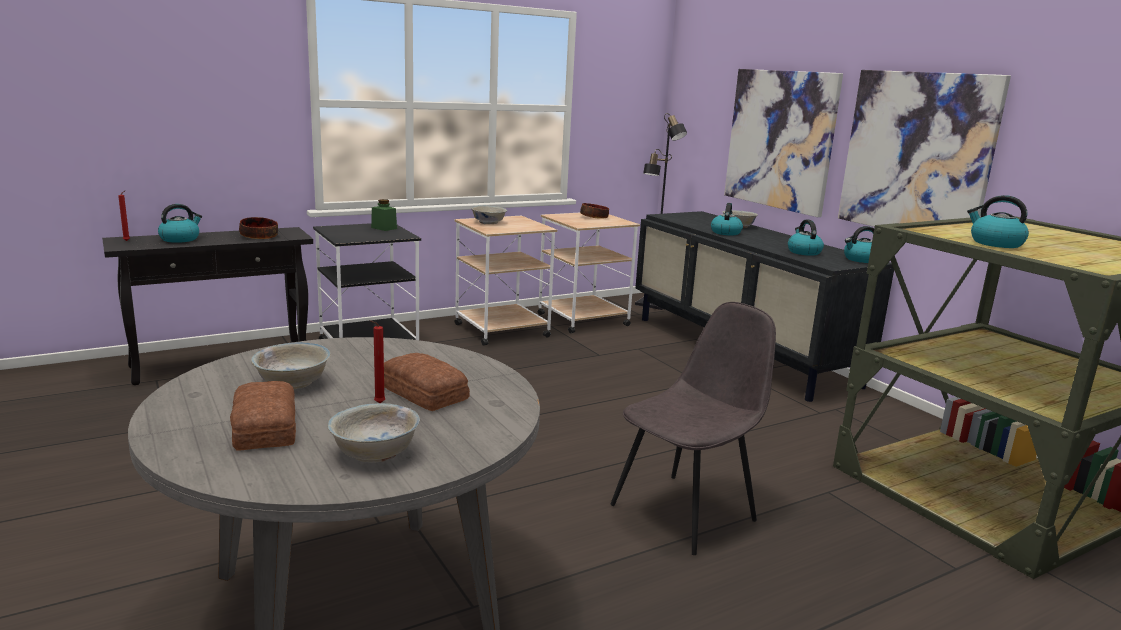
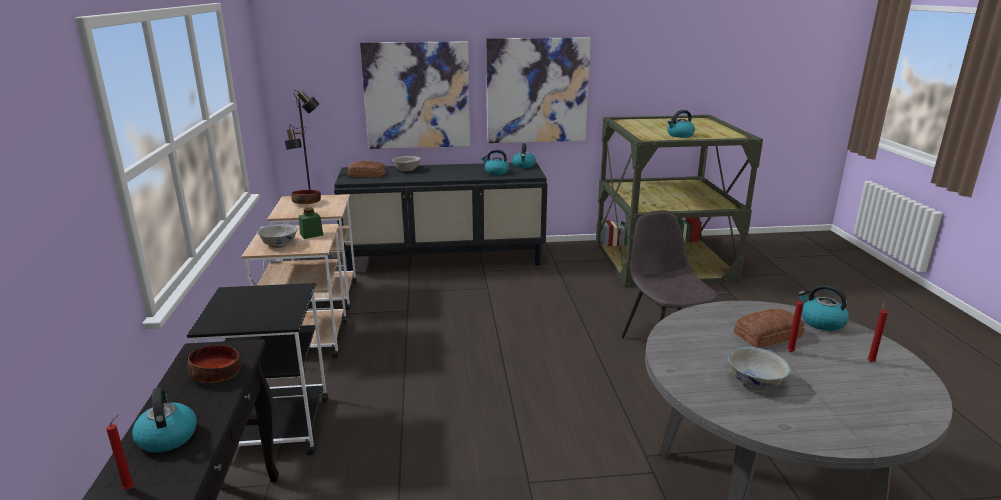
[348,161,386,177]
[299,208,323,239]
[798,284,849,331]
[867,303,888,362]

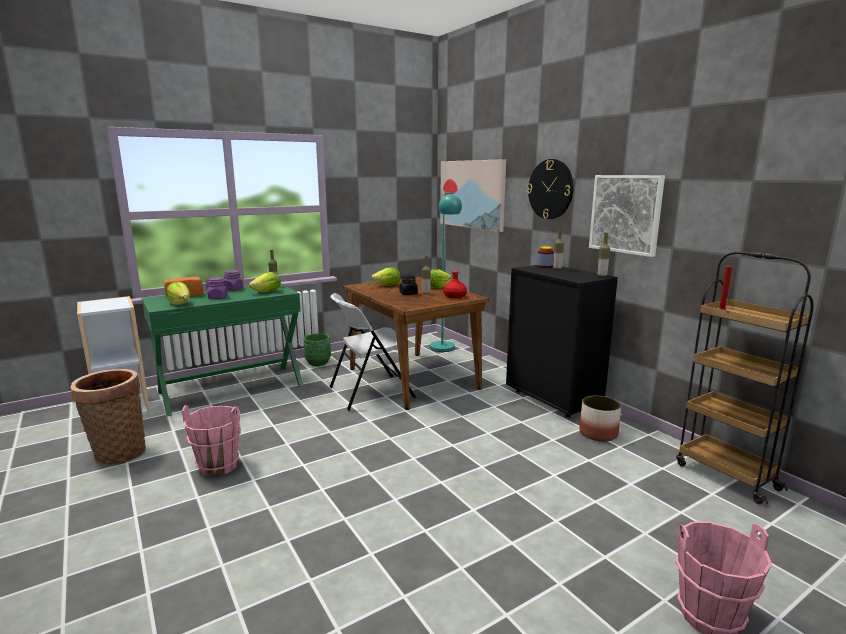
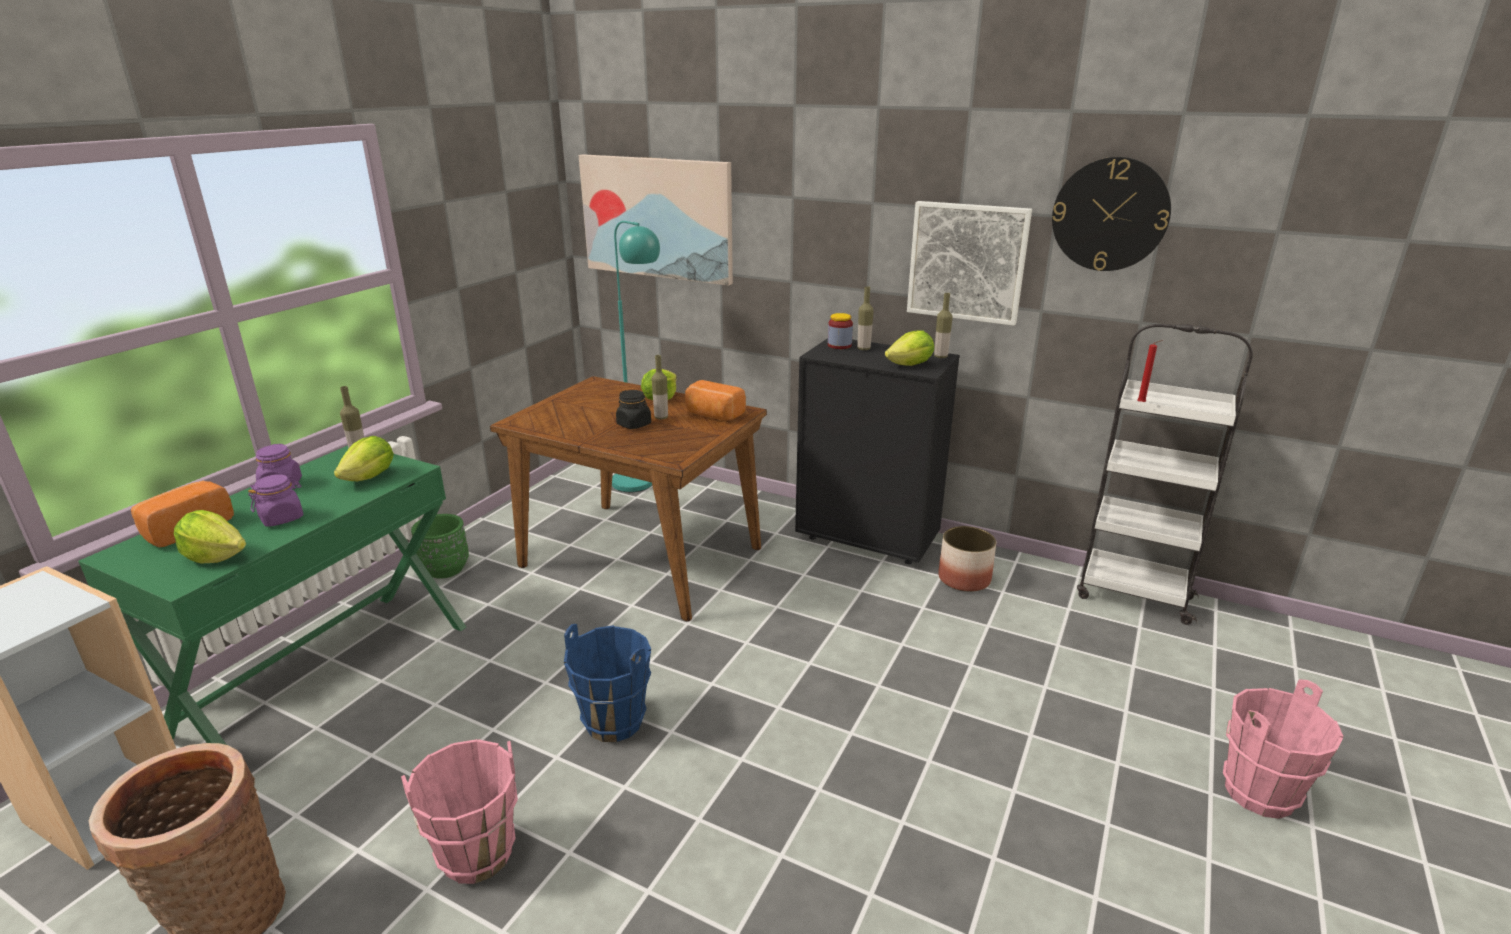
[330,293,416,411] (first image)
[564,624,651,742]
[885,330,934,366]
[1052,157,1171,271]
[685,380,746,420]
[1077,324,1253,625]

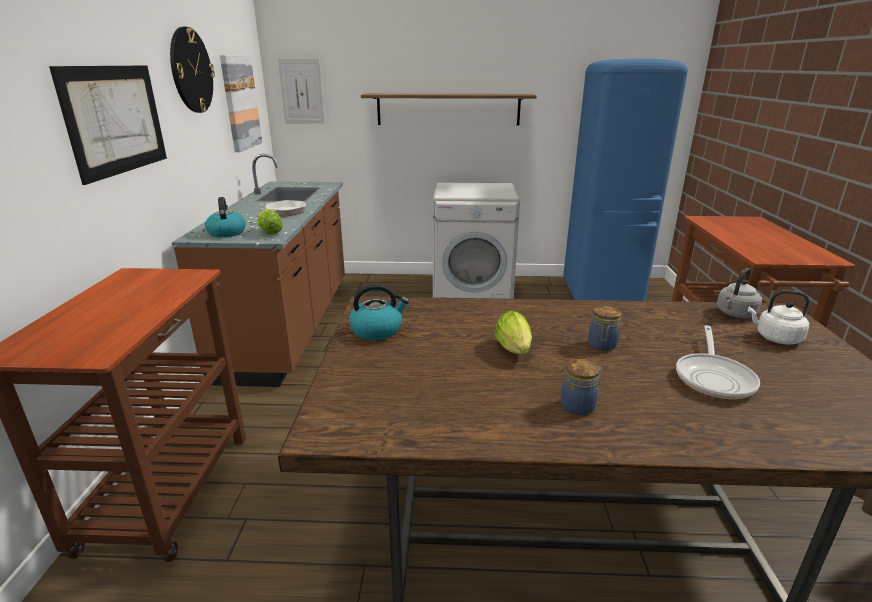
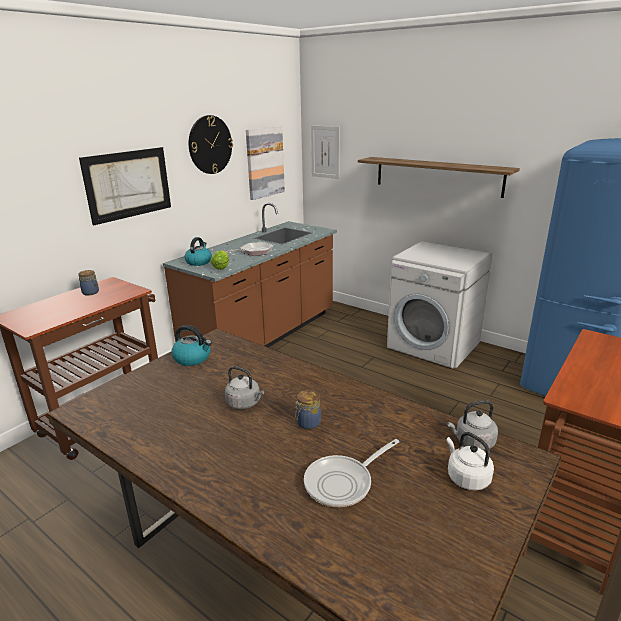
[78,270,99,295]
[225,366,264,409]

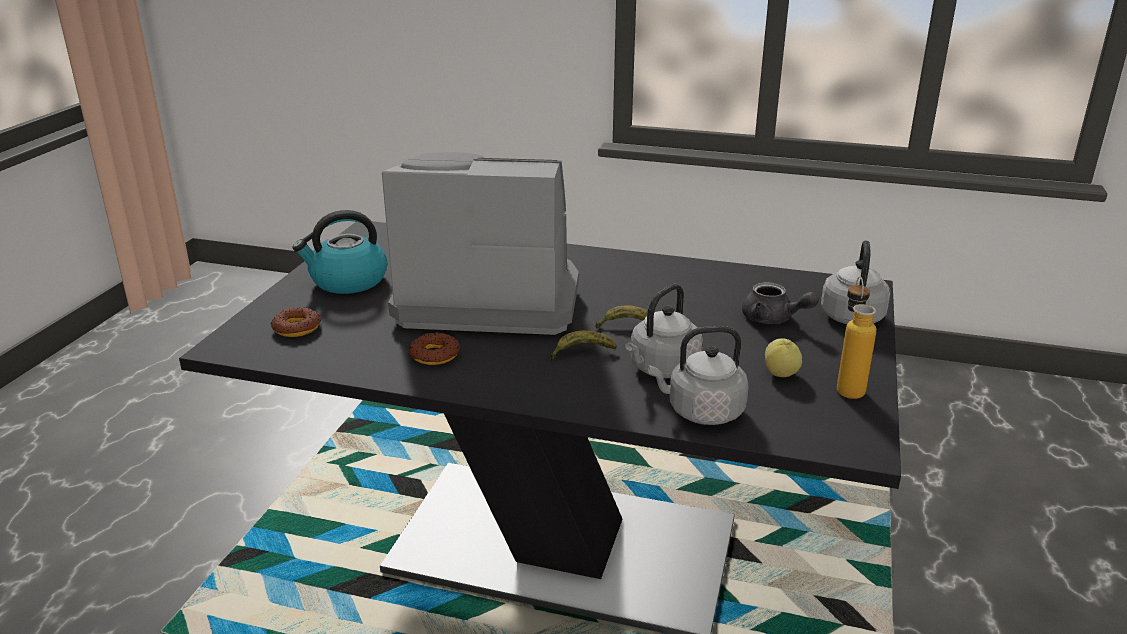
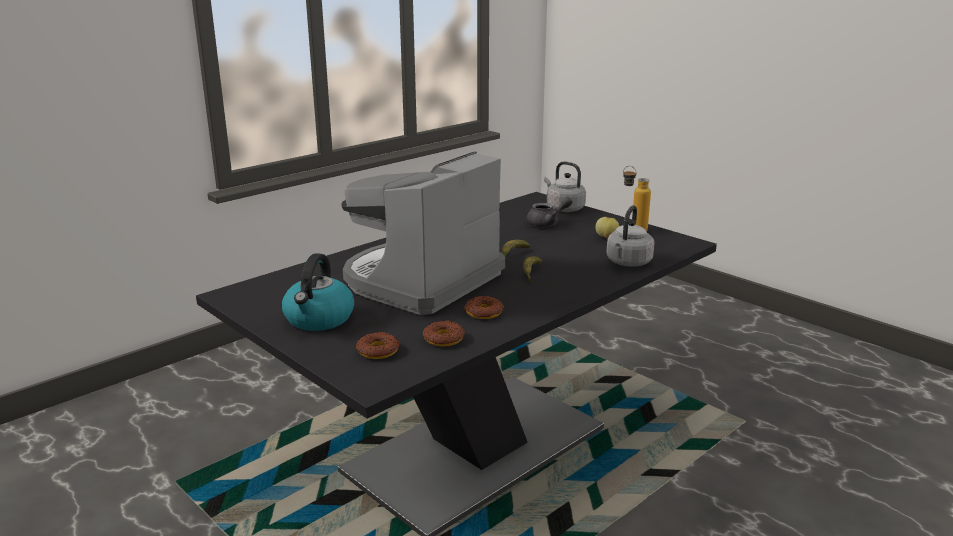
[625,284,703,378] (first image)
[422,320,465,347]

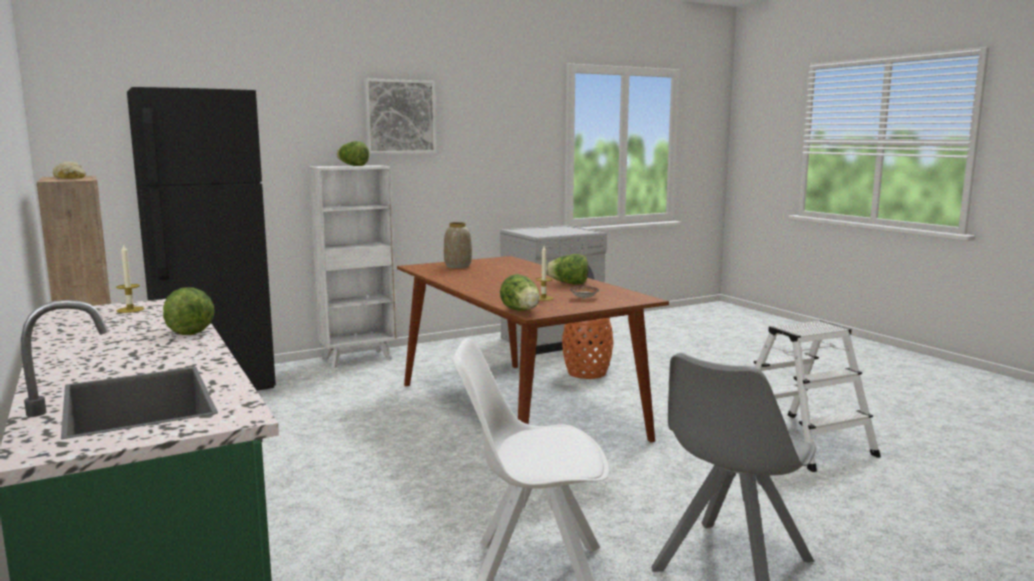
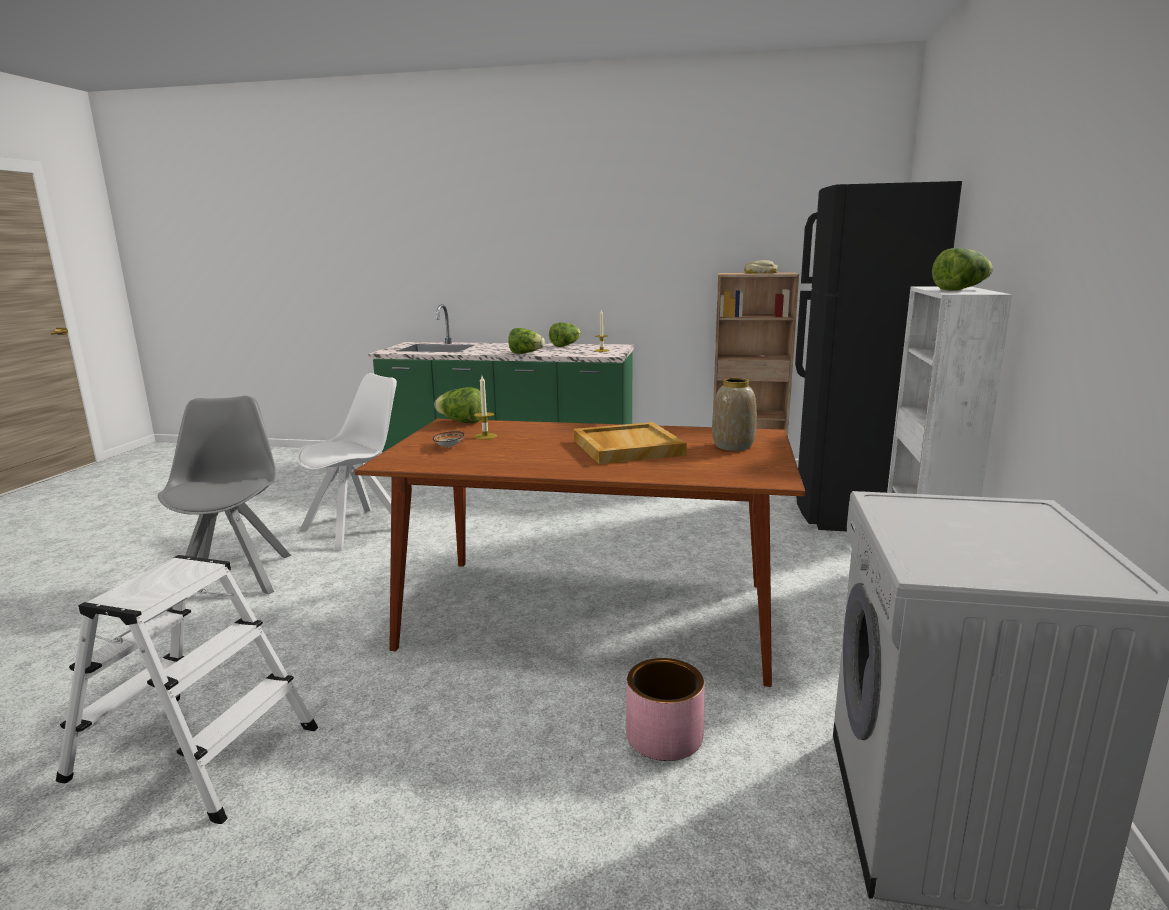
[364,78,436,154] (first image)
[574,422,687,464]
[549,322,581,347]
[626,658,705,761]

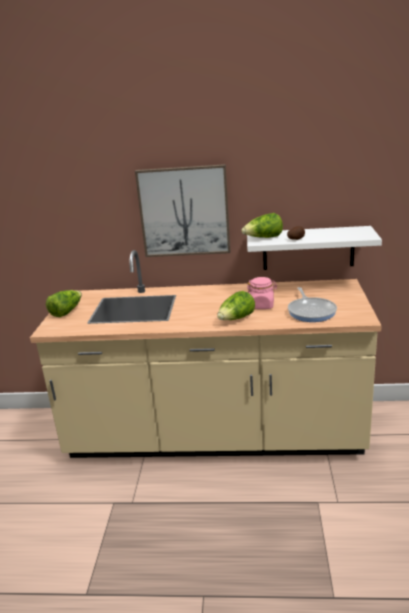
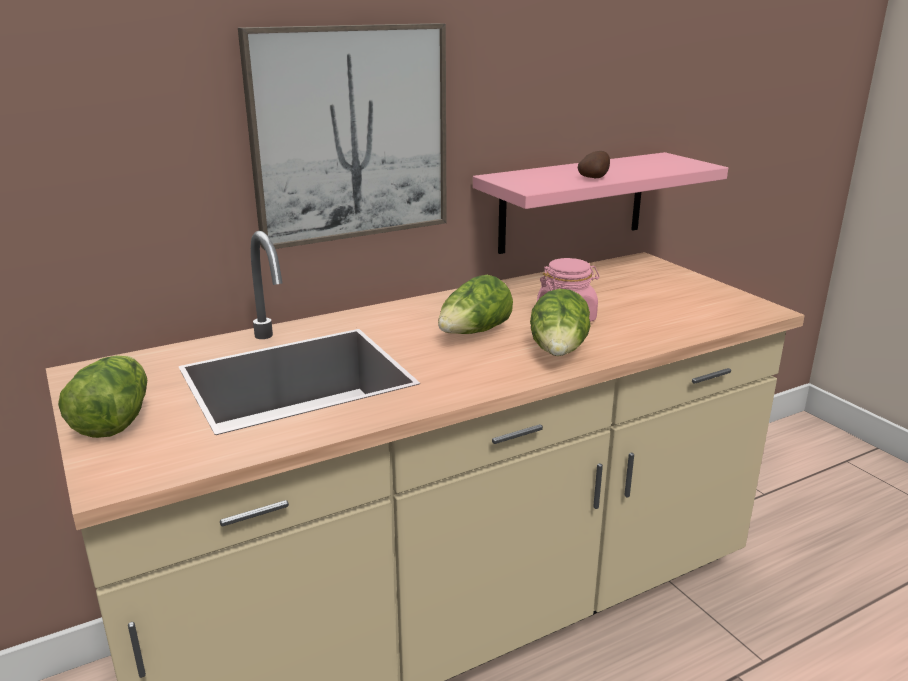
[288,287,337,322] (first image)
[438,275,513,334]
[473,152,728,254]

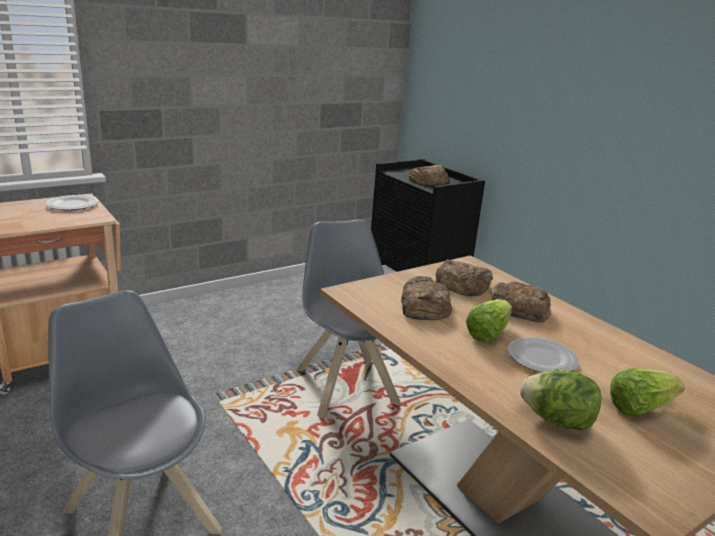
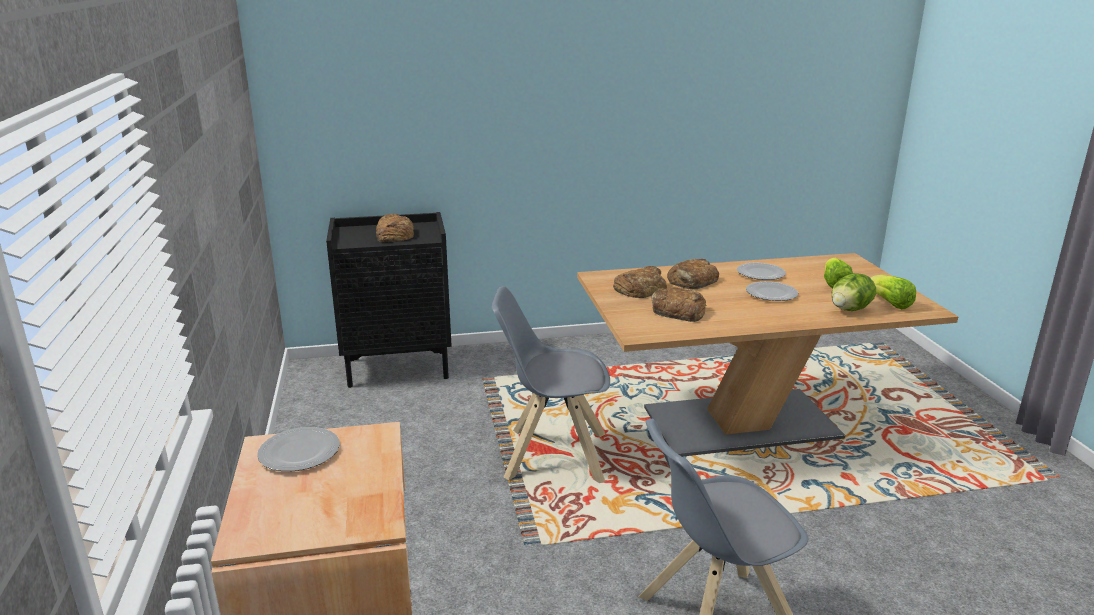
[737,263,786,280]
[871,275,916,309]

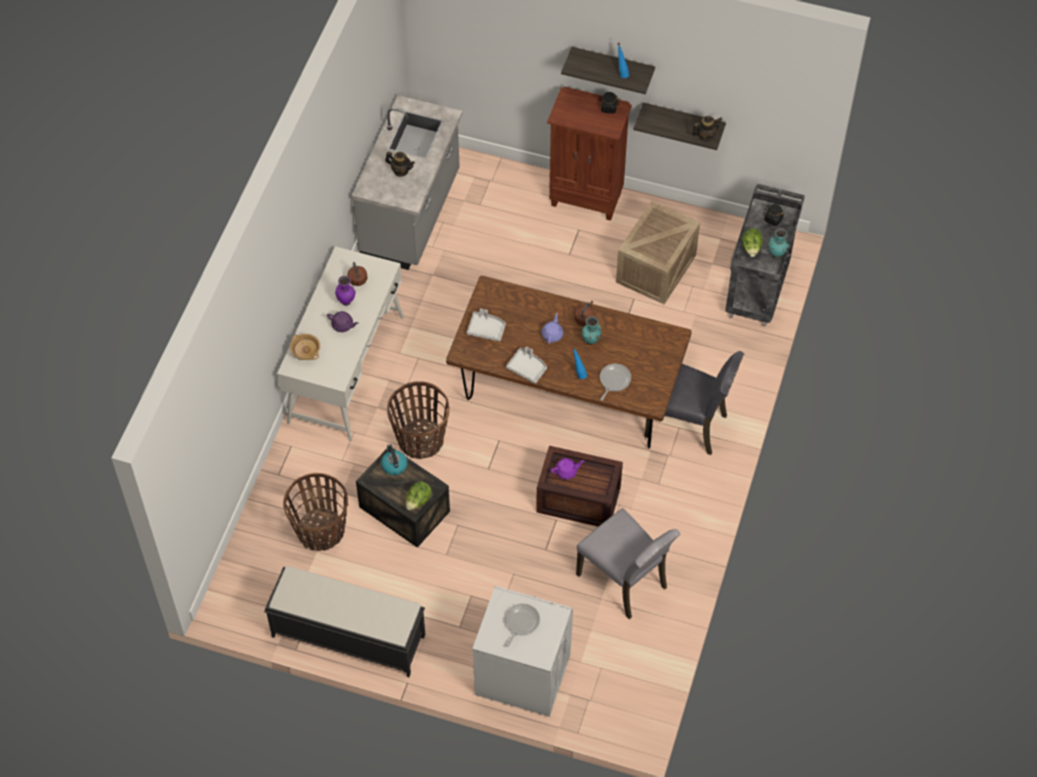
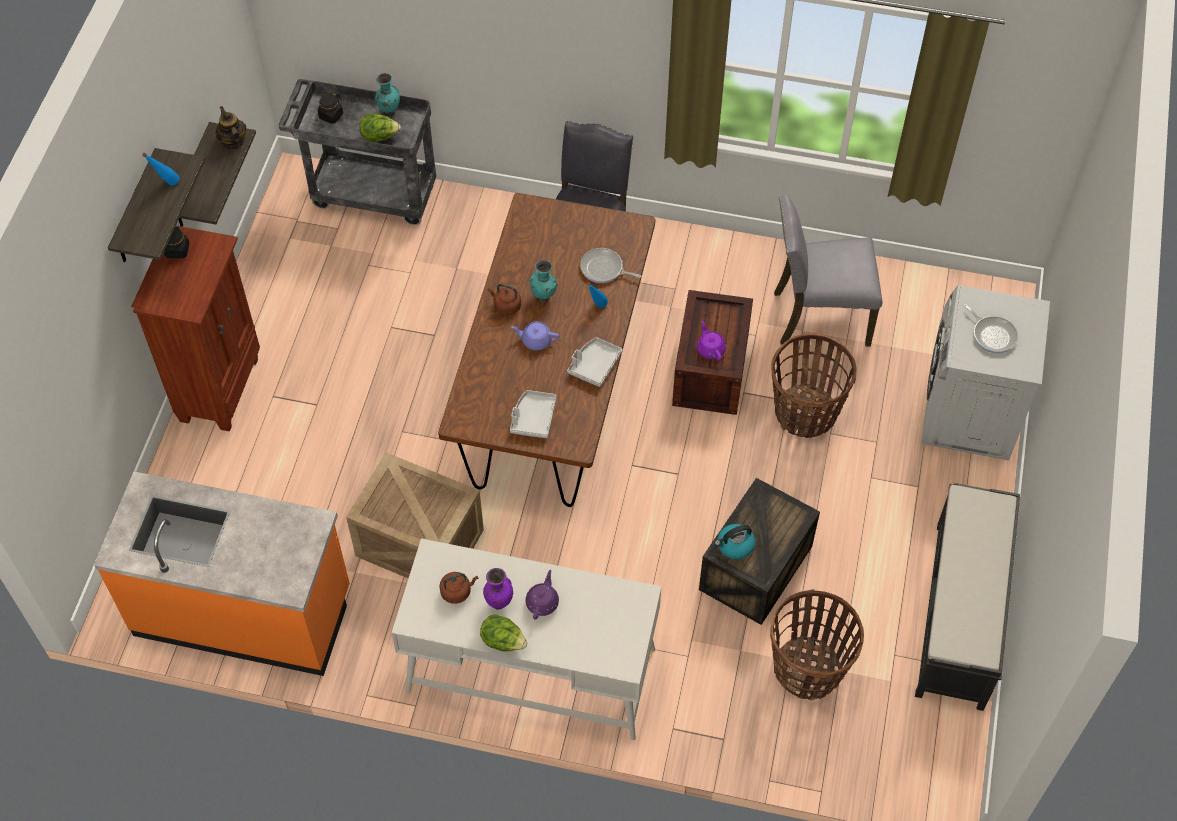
[290,334,320,360] (first image)
[385,151,415,177] (first image)
[771,334,857,438]
[480,614,527,651]
[346,453,484,578]
[94,472,350,676]
[964,304,1018,353]
[774,195,883,346]

